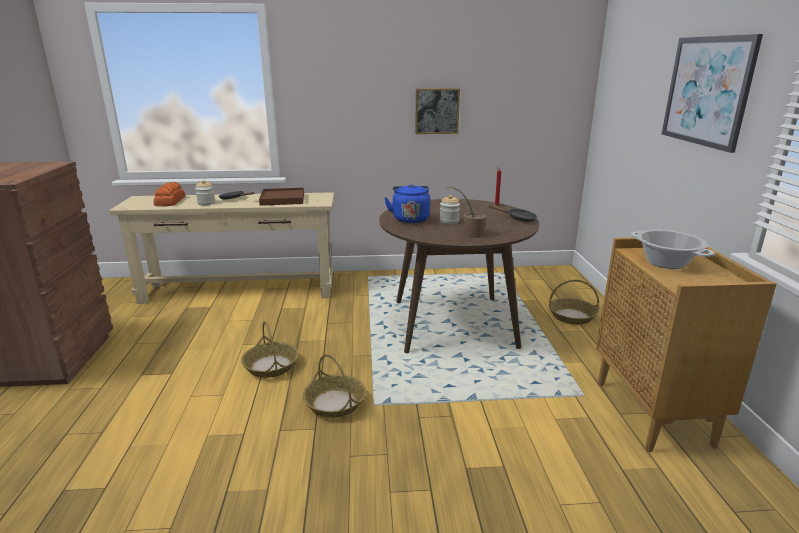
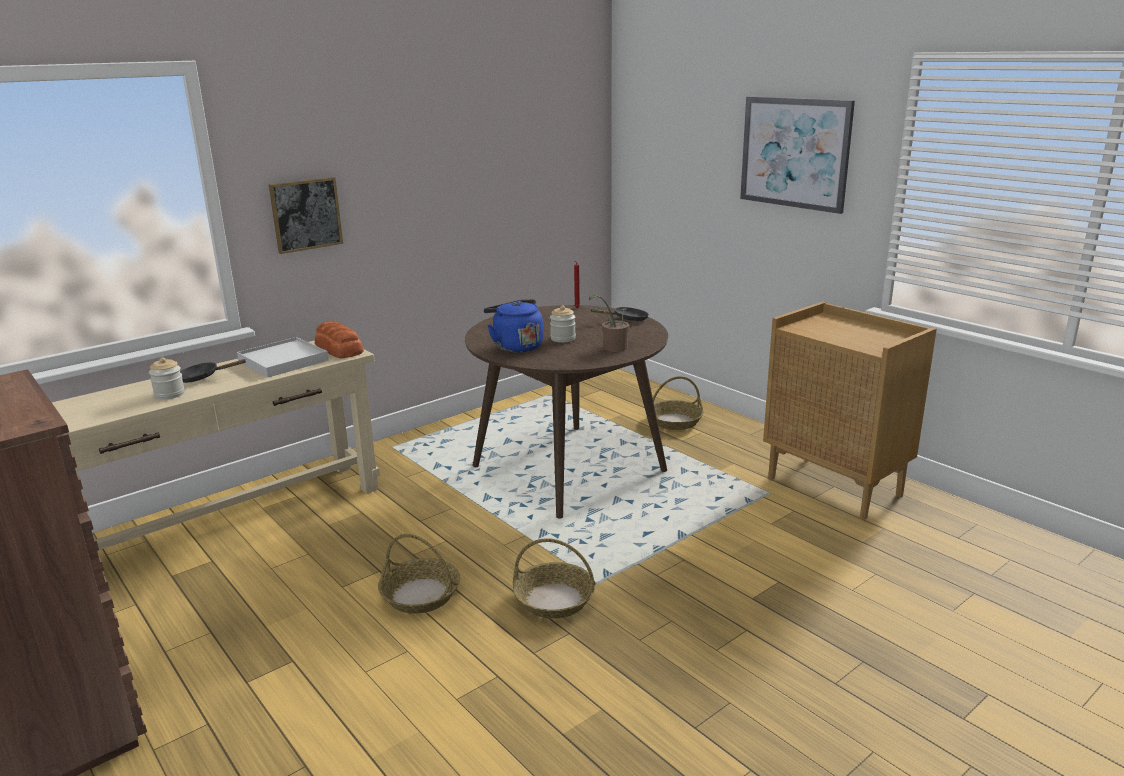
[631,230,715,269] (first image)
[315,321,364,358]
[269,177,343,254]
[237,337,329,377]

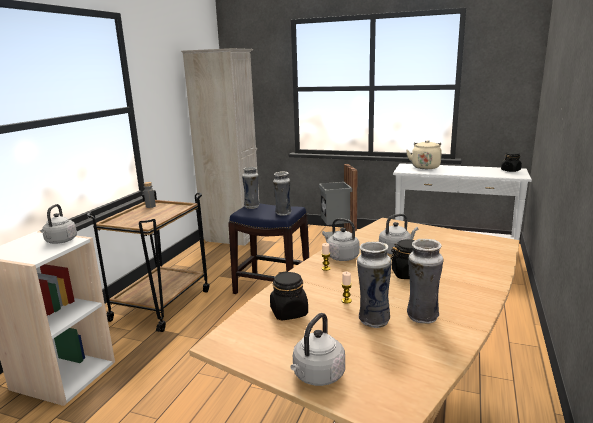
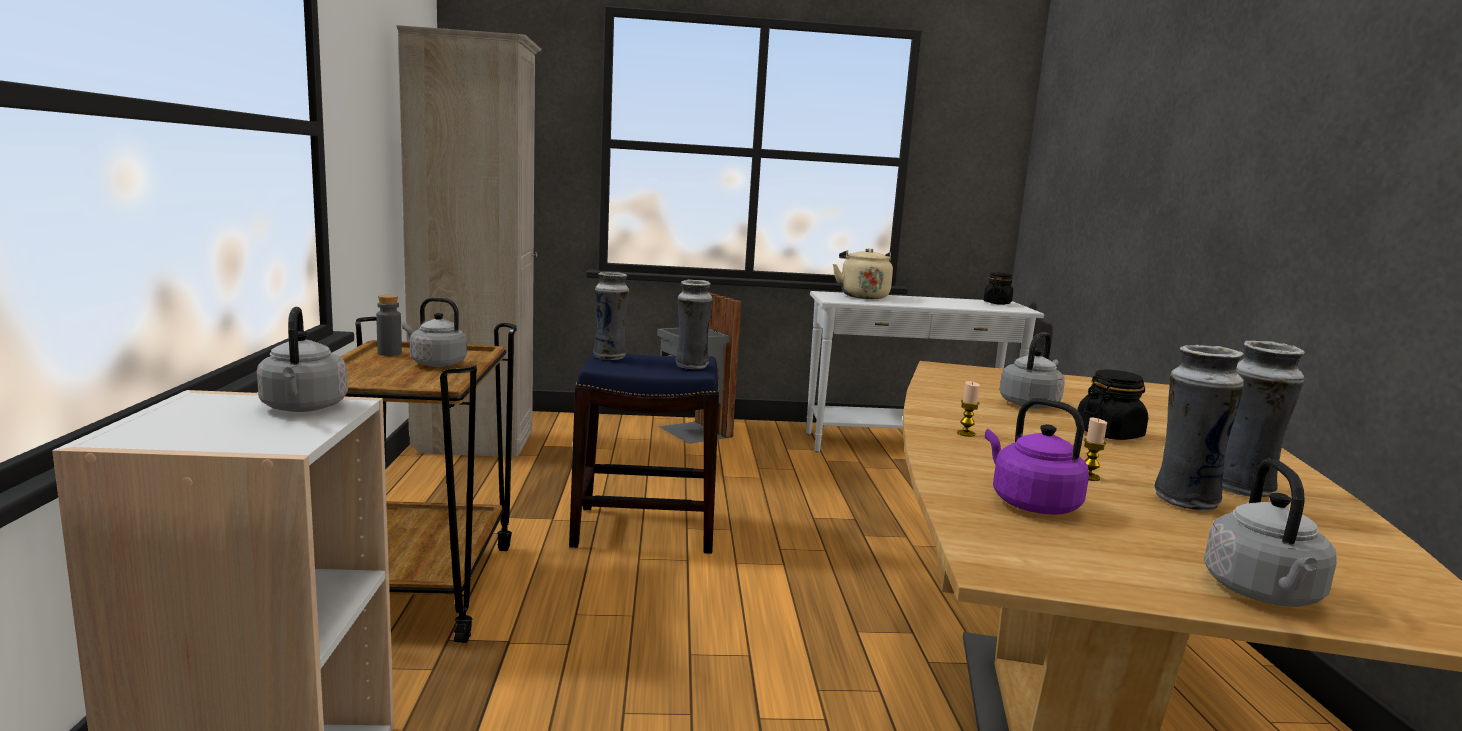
[402,297,467,367]
[985,398,1089,515]

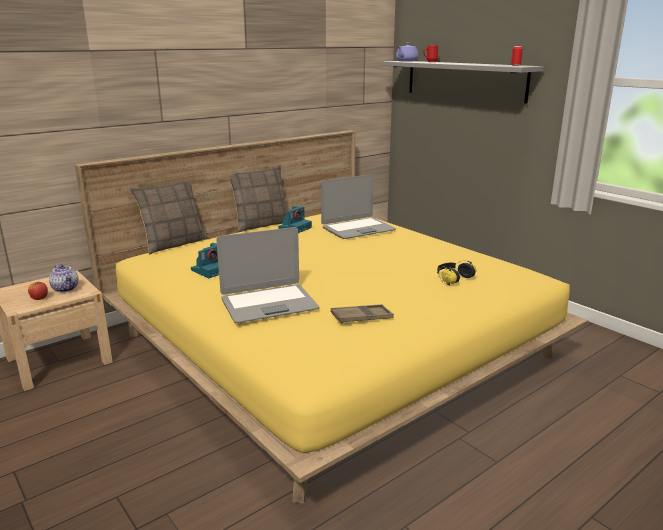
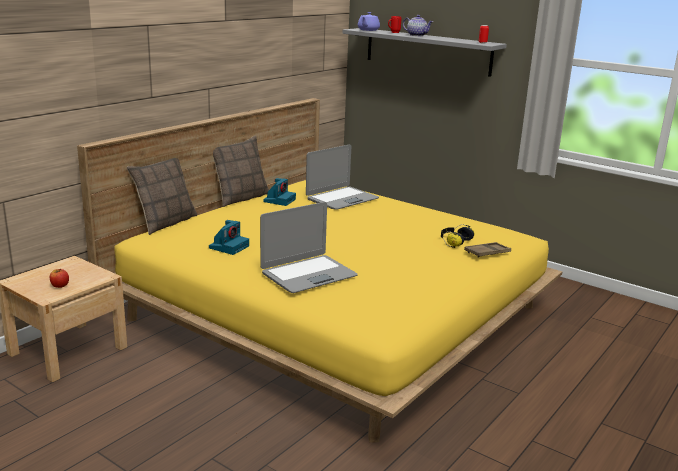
[403,15,433,36]
[464,242,511,258]

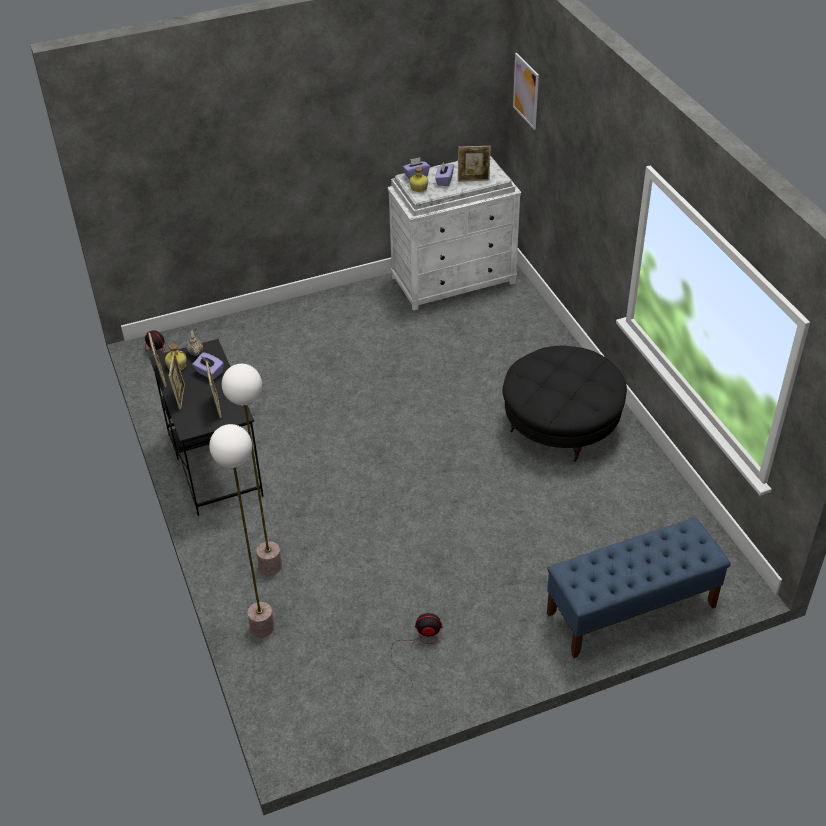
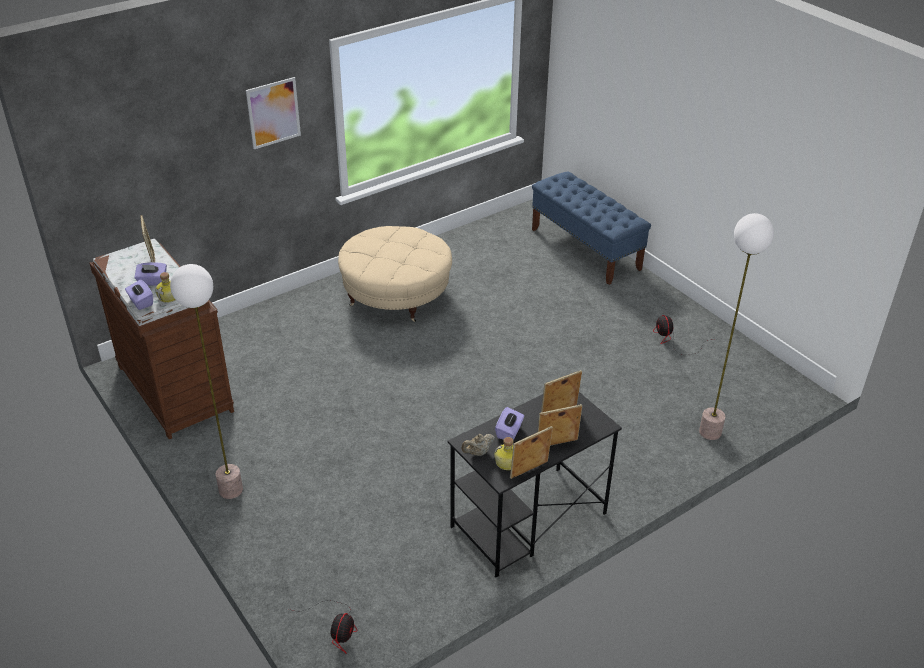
[170,264,243,499]
[246,77,301,149]
[89,239,234,439]
[338,226,452,322]

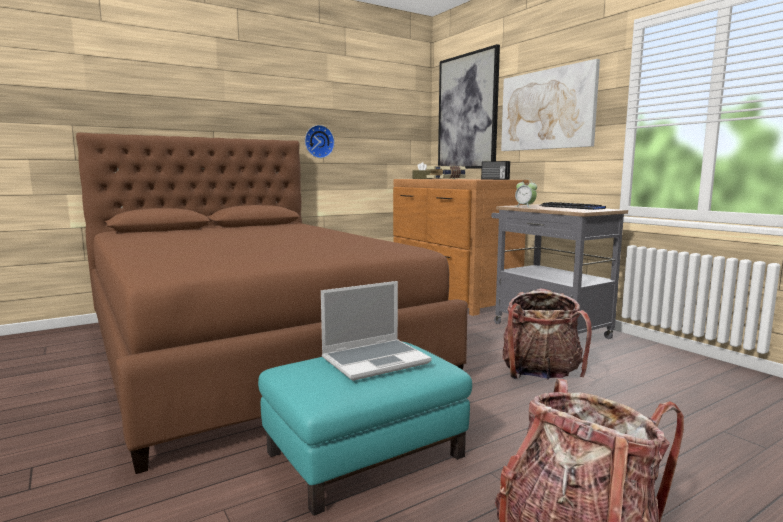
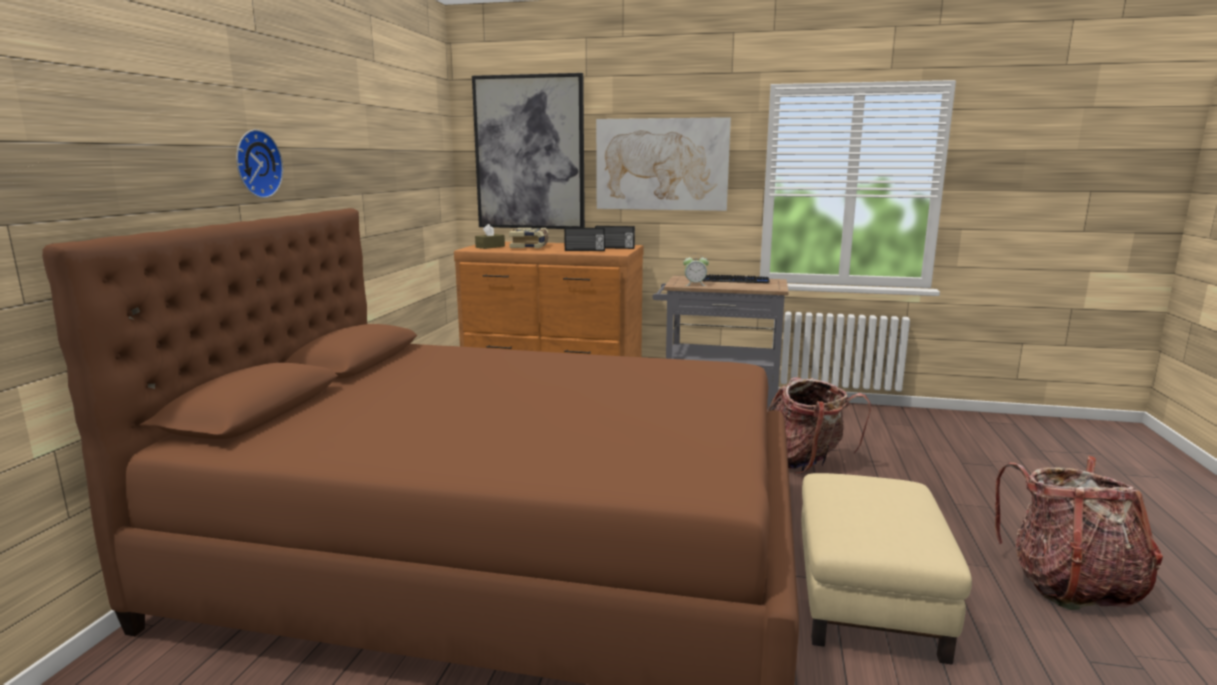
[321,281,431,381] (first image)
[564,228,605,251]
[236,129,283,198]
[801,473,972,665]

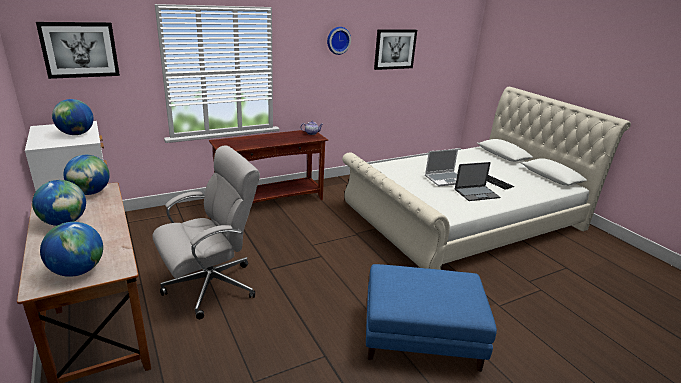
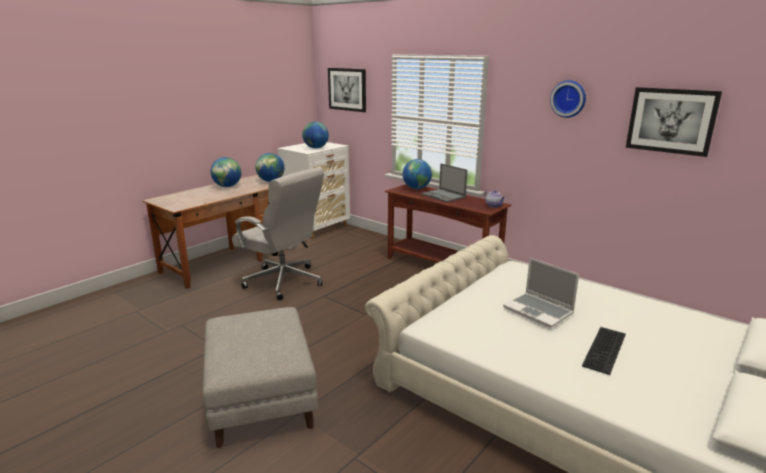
[402,159,432,189]
[421,163,467,202]
[203,307,318,448]

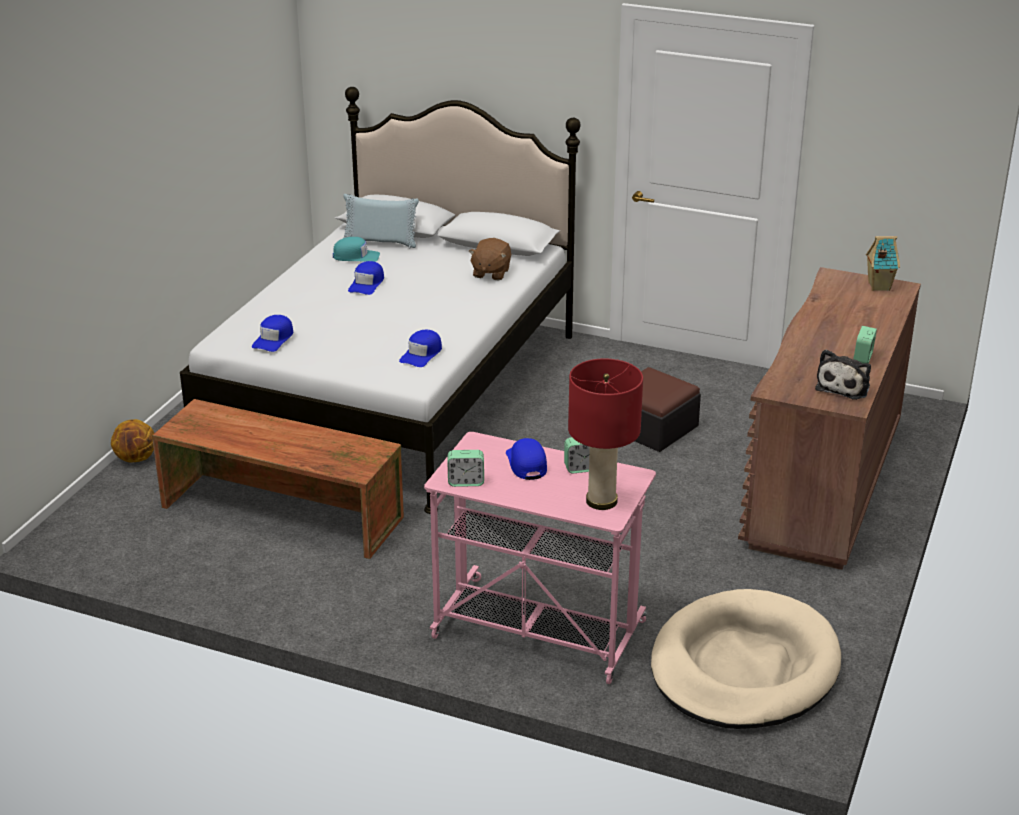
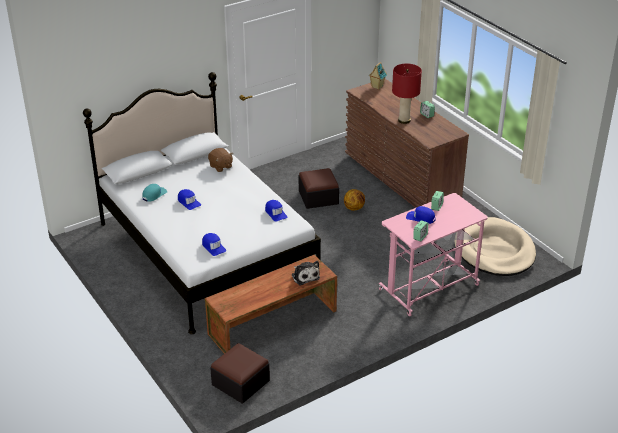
[343,194,419,249] (first image)
[210,343,270,404]
[344,189,365,211]
[392,64,422,124]
[292,261,320,285]

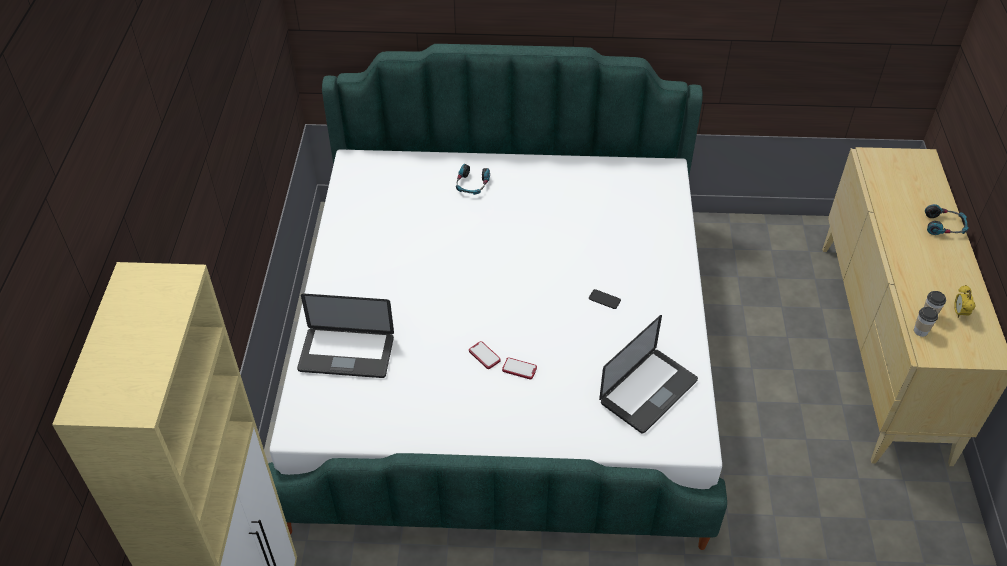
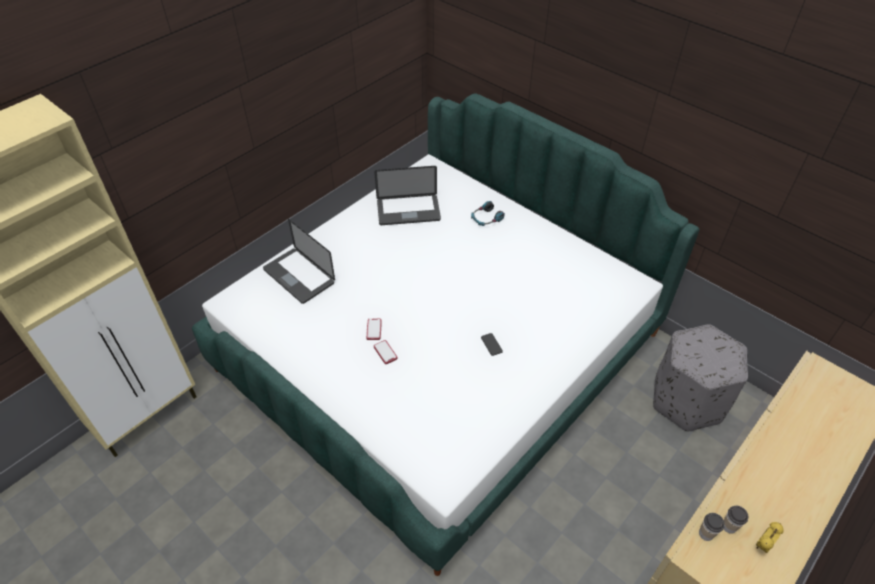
[925,204,969,235] (first image)
[653,324,748,431]
[374,166,441,225]

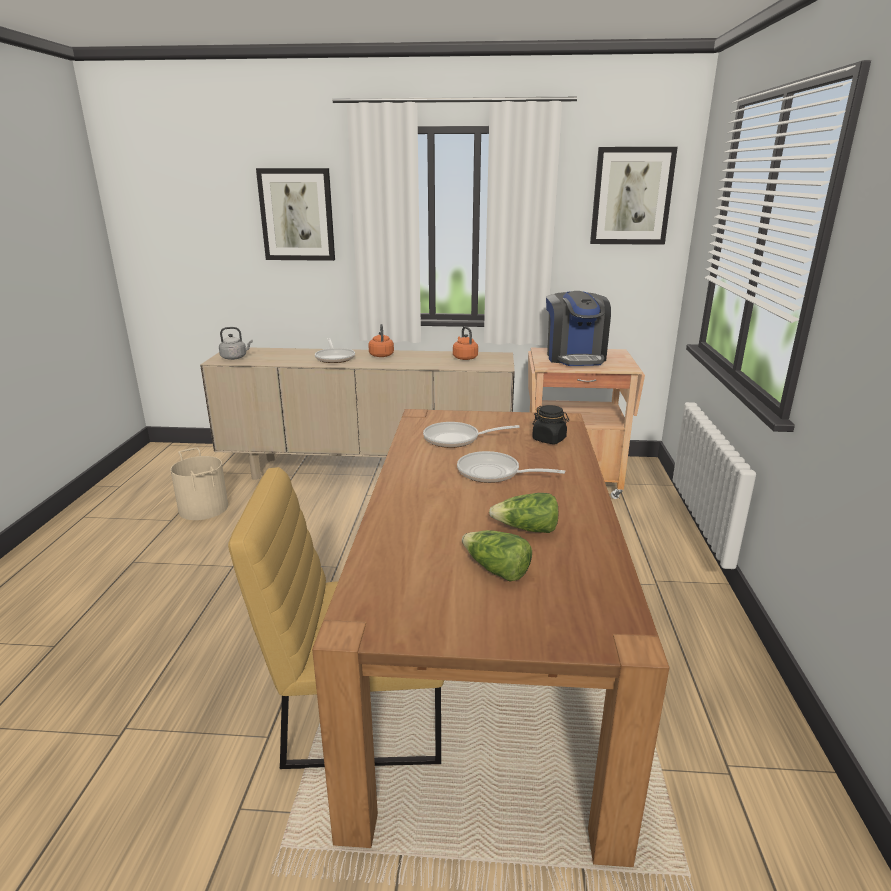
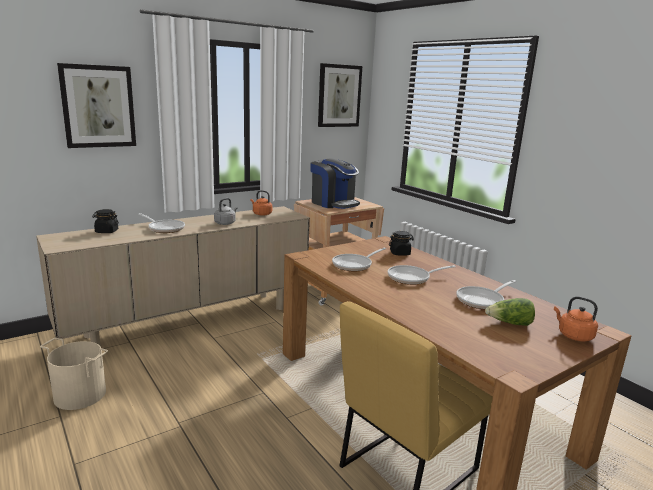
[92,209,119,233]
[214,198,238,225]
[554,296,598,341]
[456,280,516,309]

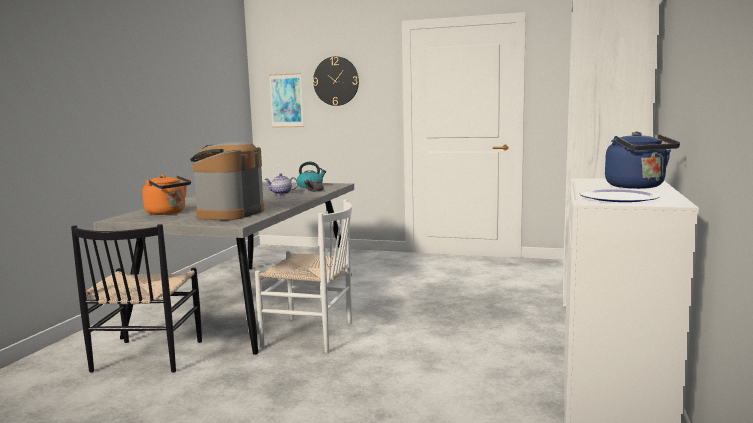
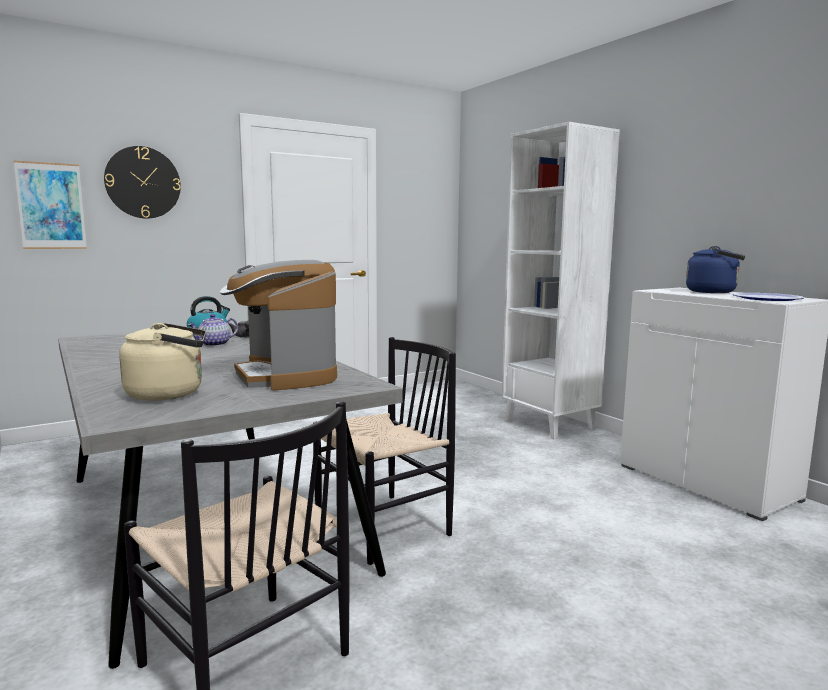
[119,323,206,401]
[313,337,456,565]

